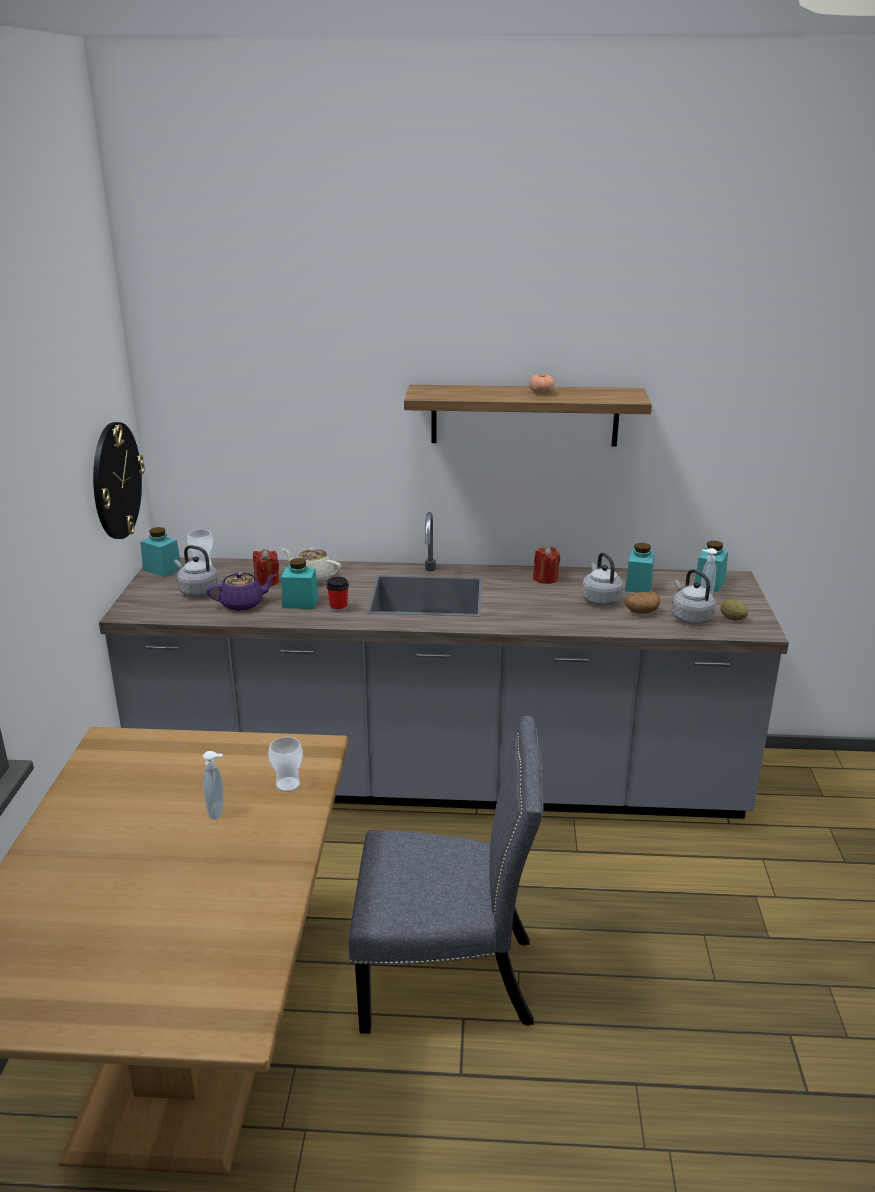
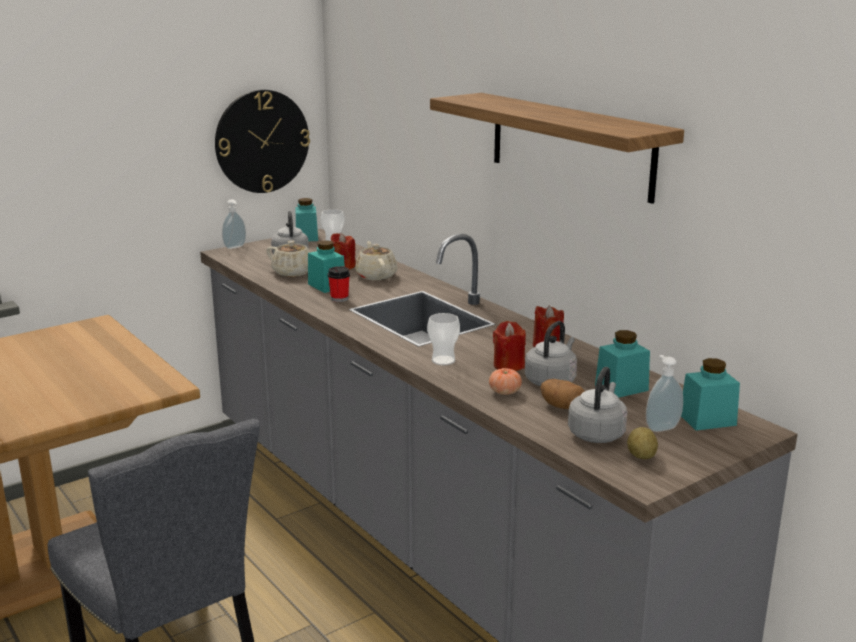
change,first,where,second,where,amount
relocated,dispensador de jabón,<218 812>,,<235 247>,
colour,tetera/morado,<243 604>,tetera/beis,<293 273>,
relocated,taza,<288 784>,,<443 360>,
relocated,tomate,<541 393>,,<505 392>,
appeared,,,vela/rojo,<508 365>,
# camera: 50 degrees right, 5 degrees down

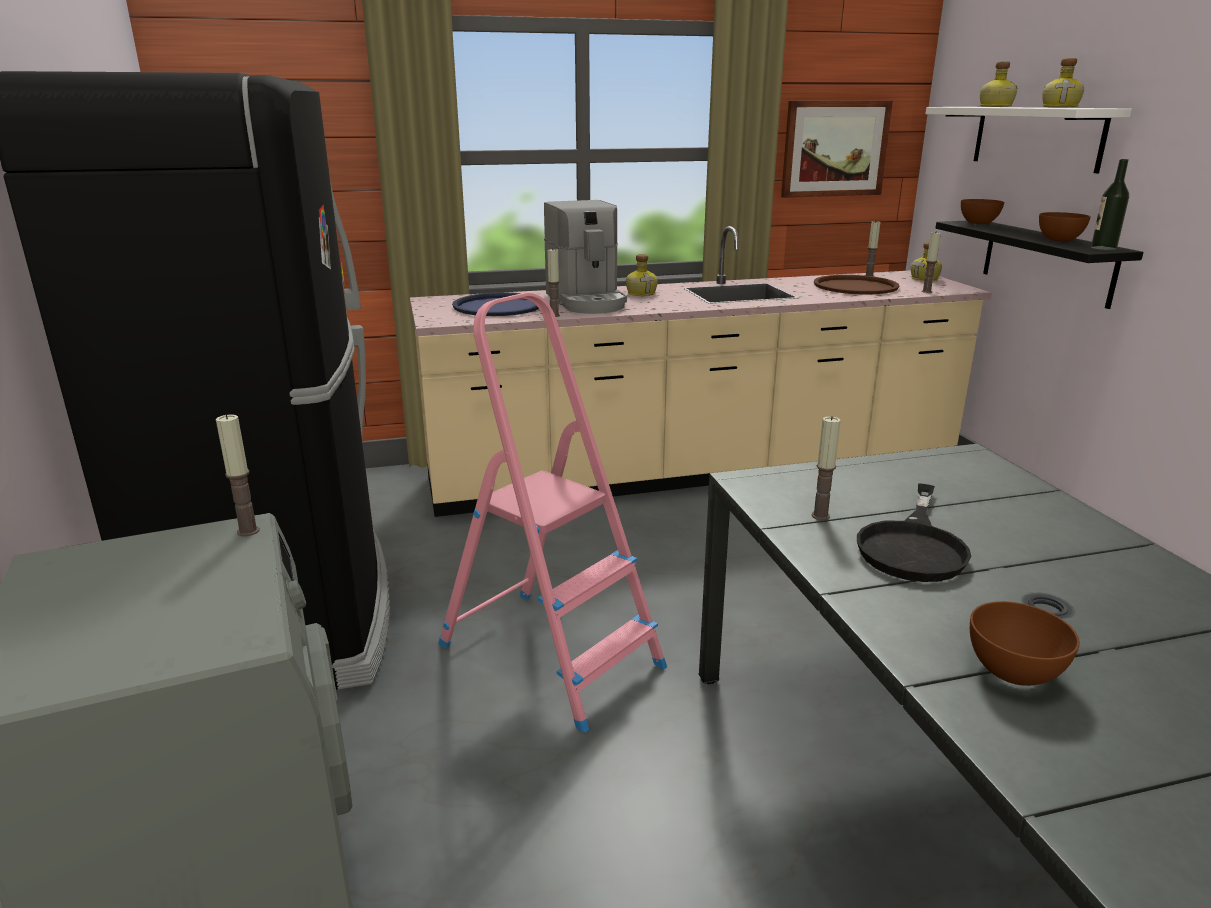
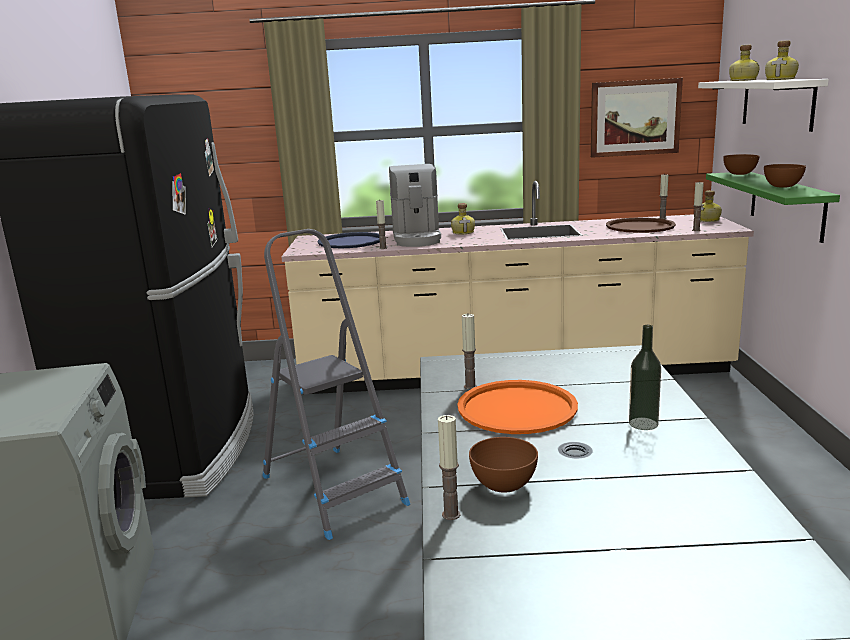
change,first,where,second,where,amount
colour,escalera de tijera/rosa,<552 656>,escalera de tijera/gris,<334 490>,
relocated,vela,<248 531>,,<451 514>,
exchanged,sartén/negro,<913 546>,bandeja/naranja,<517 408>,
relocated,botella,<1103 248>,,<643 424>,
colour,estante/negro,<1047 262>,estante/verde,<786 204>,
# camera: 15 degrees right, 5 degrees down

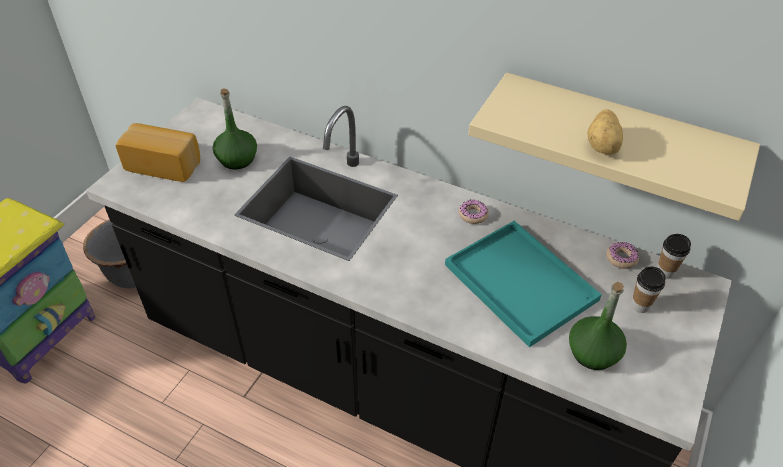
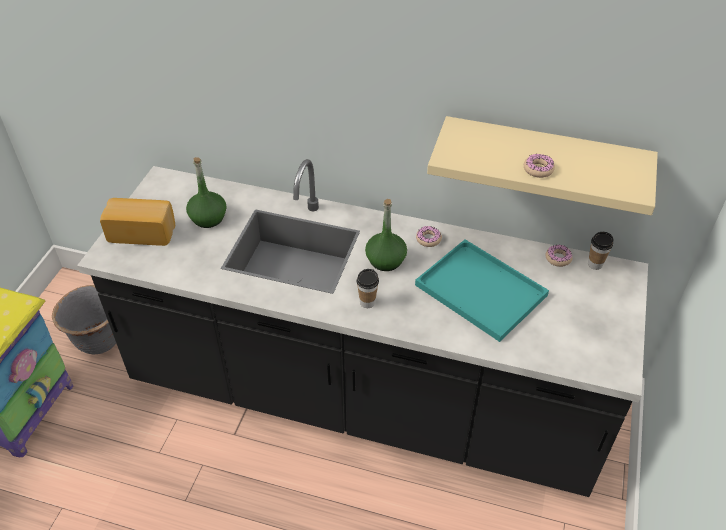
change,first,where,second,where,amount
relocated,taza,<640 305>,,<367 302>,
relocated,botella/verde,<593 353>,,<385 260>,
exchanged,patata,<603 146>,rosquilla,<538 169>,
# camera: 10 degrees left, 0 degrees up

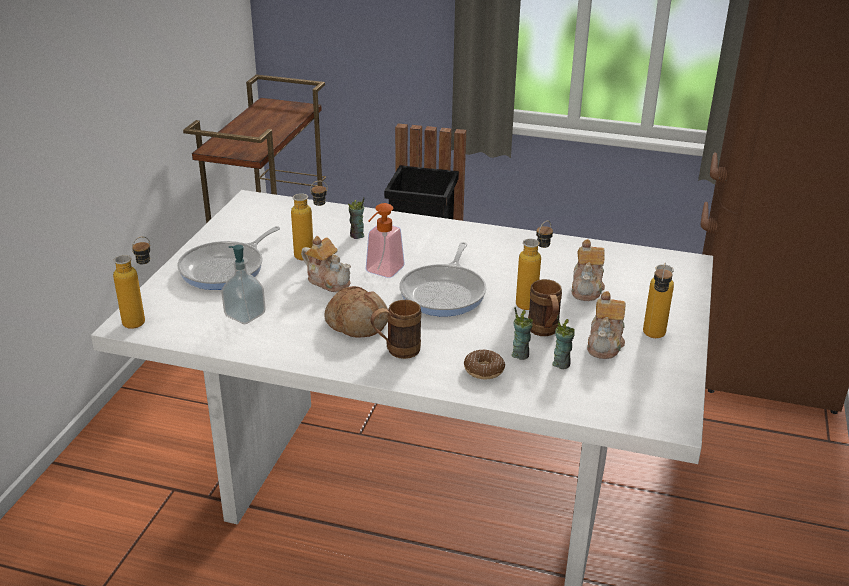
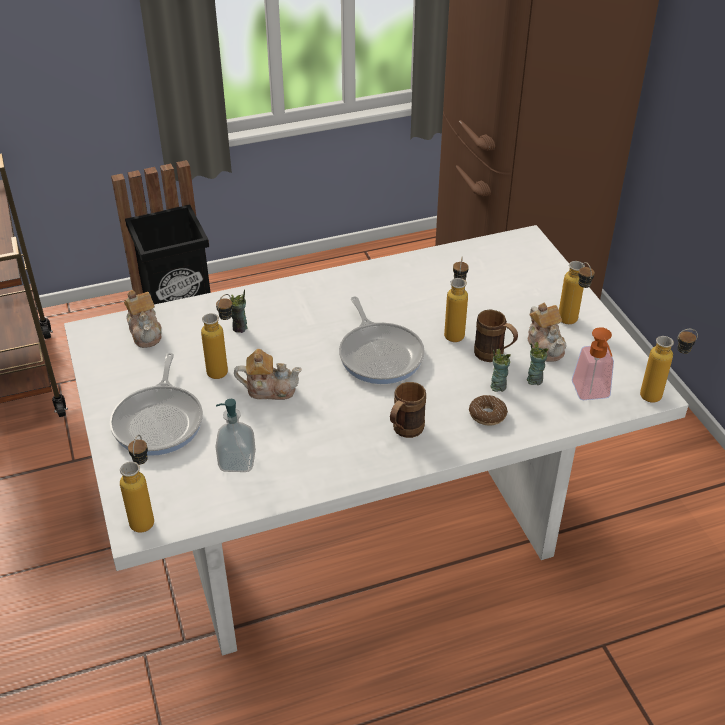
change,first,where,second,where,amount
relocated,tetera,<587 288>,,<145 332>,
relocated,dispensador de jabón,<381 272>,,<592 394>,
appeared,,,botella,<660 396>,
missing,pan,<357 323>,,,
# camera: 35 degrees left, 10 degrees up

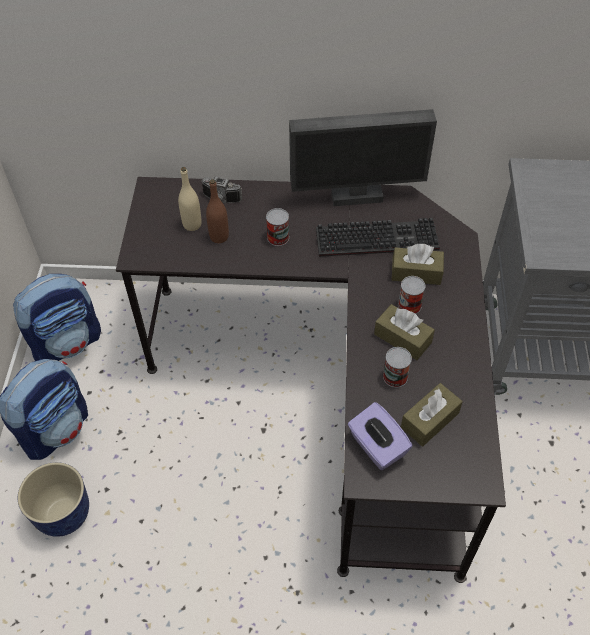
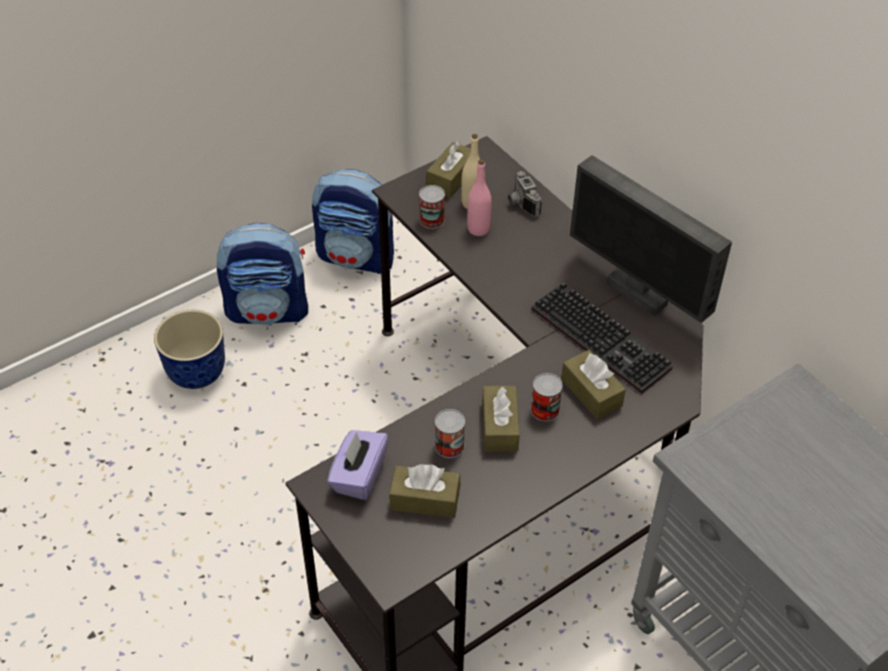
change,first,where,second,where,amount
relocated,lata,<278 237>,,<432 219>,
appeared,,,caja de pañuelos/marrón,<451 178>,
colour,botella/marrón,<219 237>,botella/rosa,<478 229>,
# camera: 50 degrees right, 5 degrees down

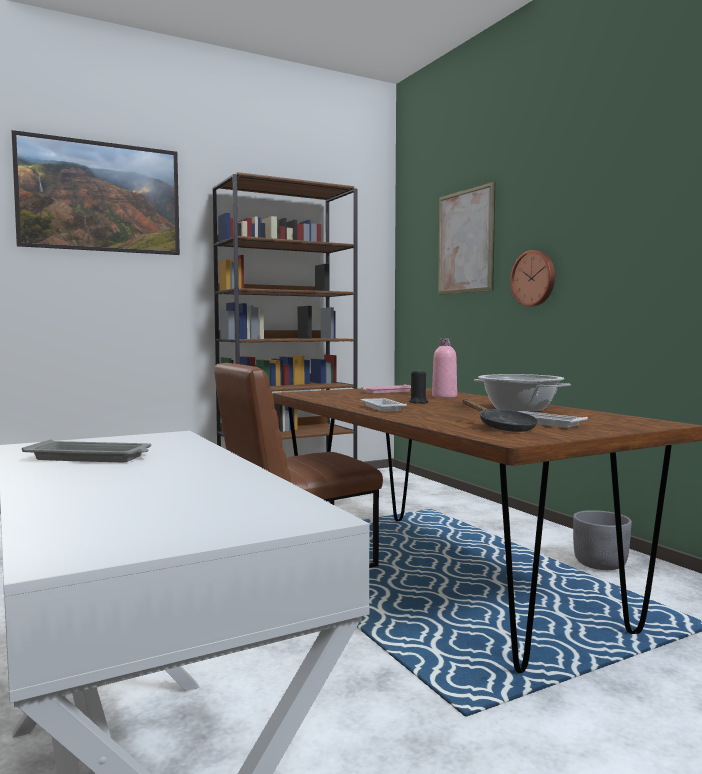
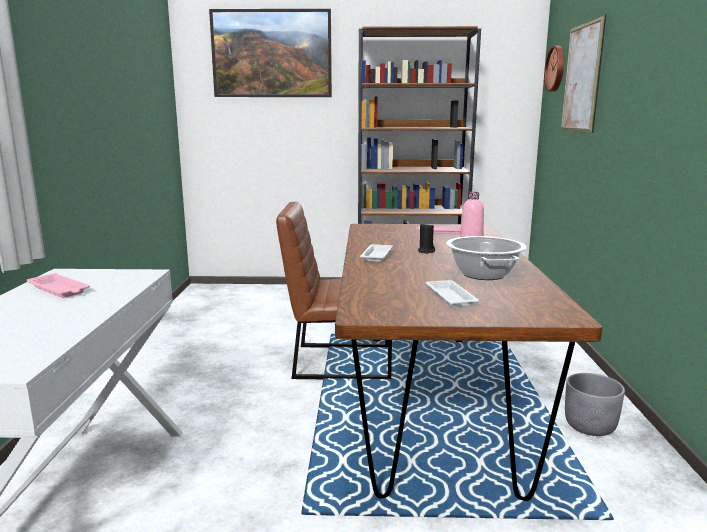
change,first,where,second,where,amount
colour,bandeja/gris,<91 458>,bandeja/rosa,<59 290>,
relocated,reloj de pared,<534 278>,,<556 68>,
missing,sartén/negro,<502 427>,,,
# camera: 30 degrees right, 10 degrees up

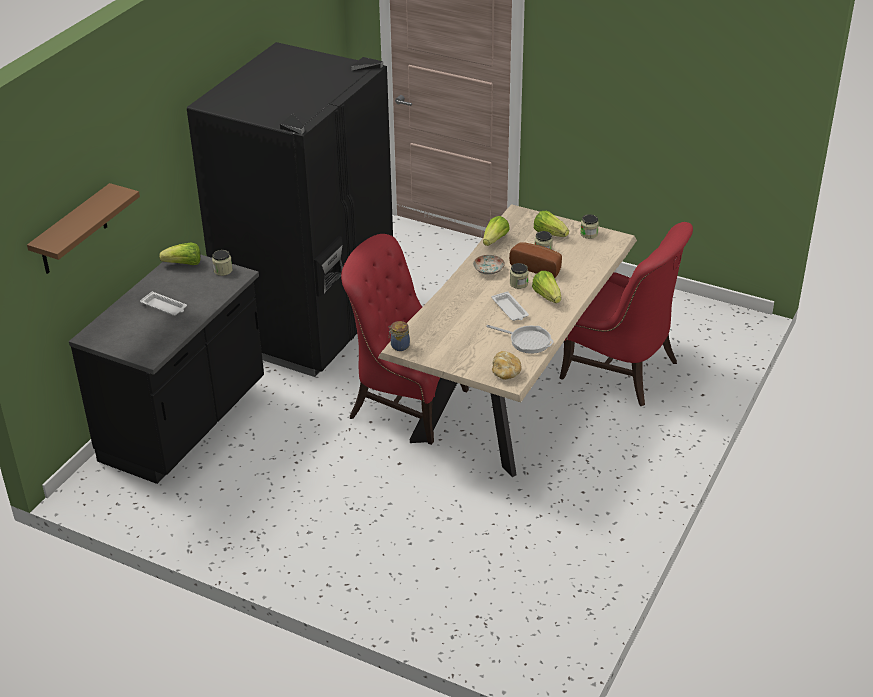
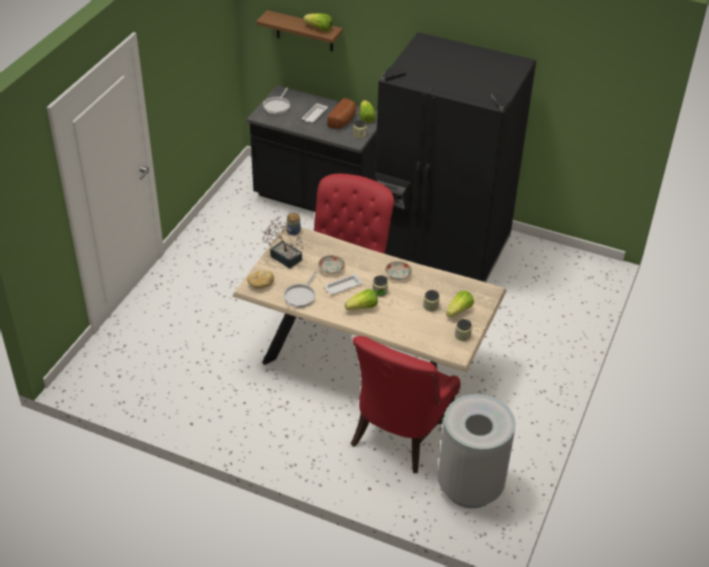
change,first,where,second,where,amount
appeared,,,planta en maceta,<283 256>,
appeared,,,sartén,<277 106>,
relocated,lechuga,<495 240>,,<319 29>,
appeared,,,plato,<331 268>,
relocated,pan,<537 267>,,<343 121>,
appeared,,,papelera/gris,<470 486>,
# camera: 85 degrees right, 5 degrees up

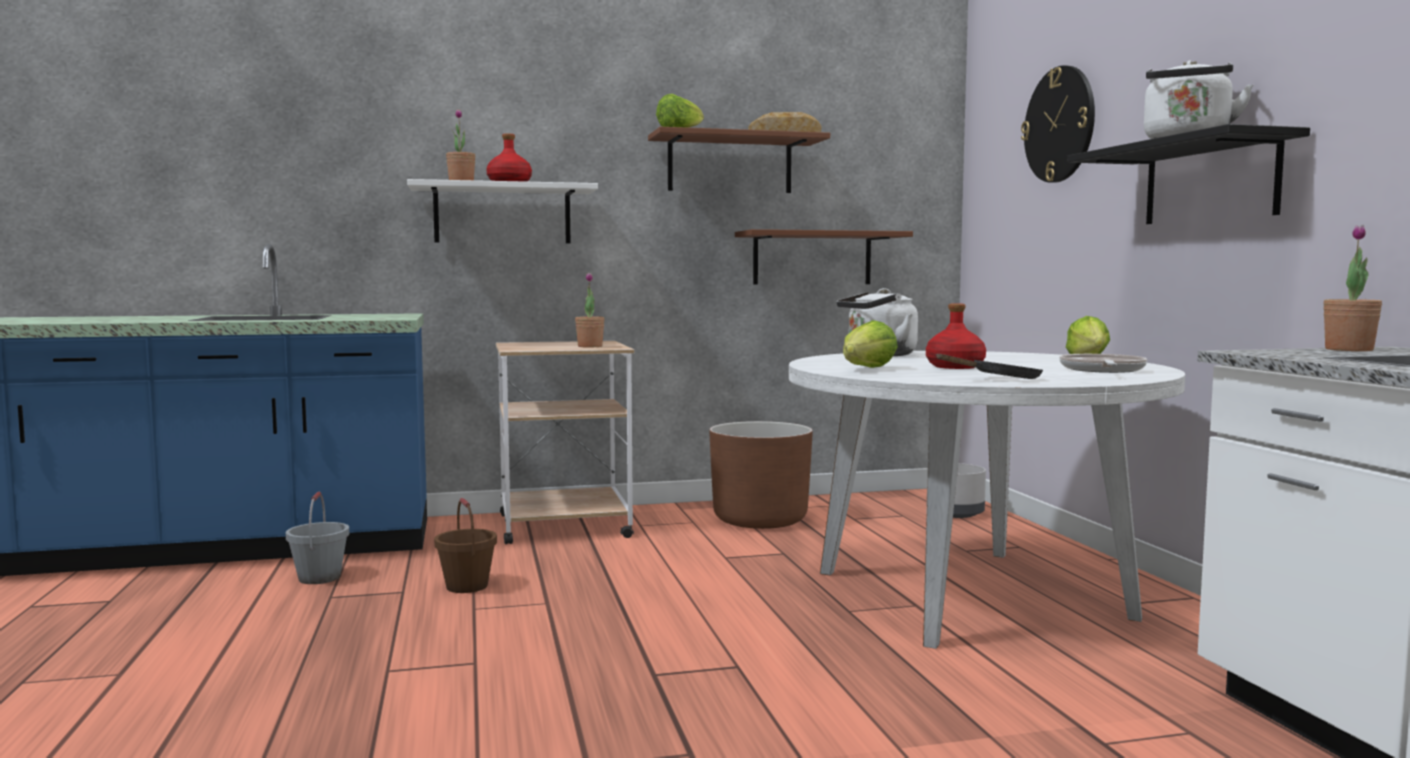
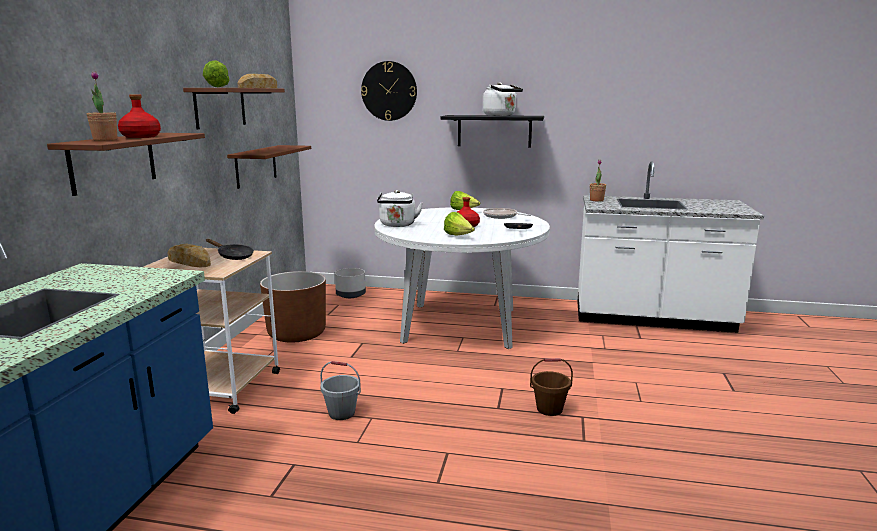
change,first,where,second,where,amount
colour,estante/blanco,<502 214>,estante/marrón,<113 162>,
appeared,,,pan,<189 261>,
exchanged,planta en maceta,<590 346>,sartén/negro,<233 256>,
relocated,cubo/gris,<320 578>,,<342 413>,
relocated,cubo/marrón,<467 586>,,<549 409>,
# camera: 65 degrees left, 10 degrees up

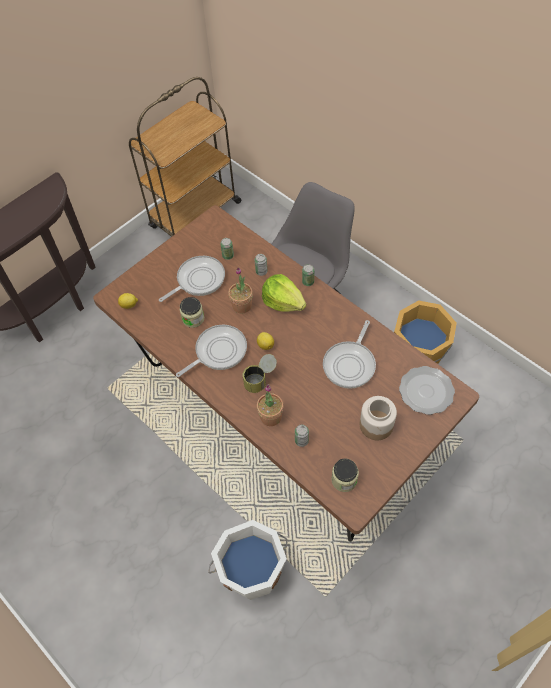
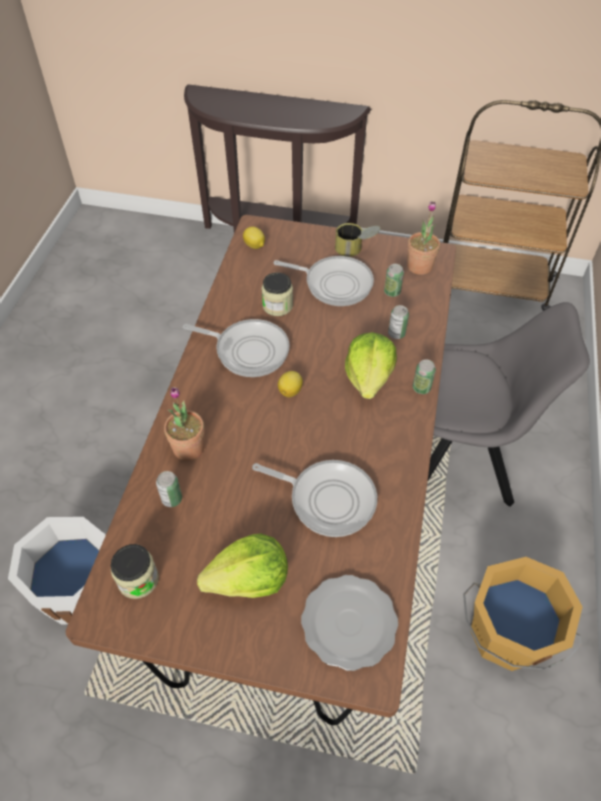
change,first,where,second,where,amount
exchanged,tarro,<376 425>,lechuga,<249 580>,
spun,sartén,<350 364>,,<327 499>,150 degrees counterclockwise
relocated,lata,<260 379>,,<355 250>,
relocated,planta en maceta,<242 305>,,<419 266>,
# camera: 55 degrees right, 5 degrees down

